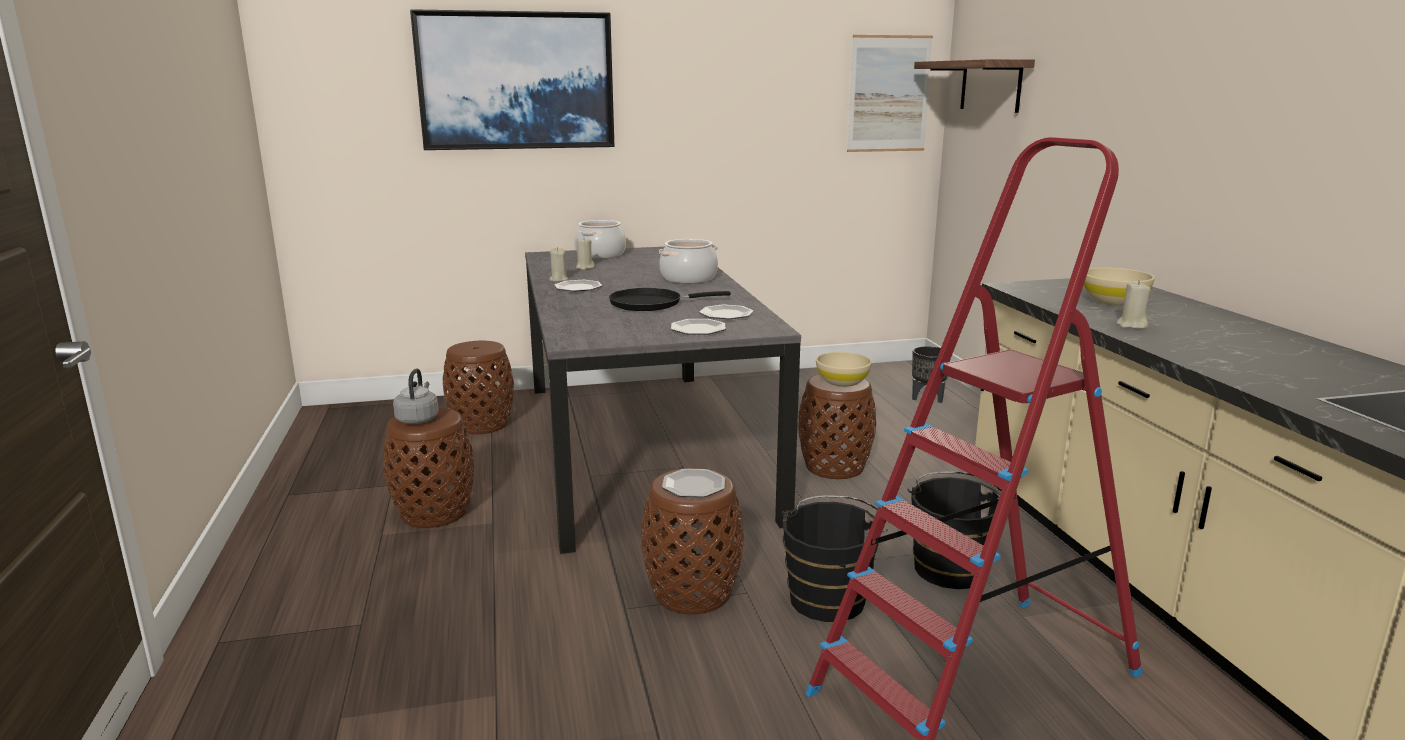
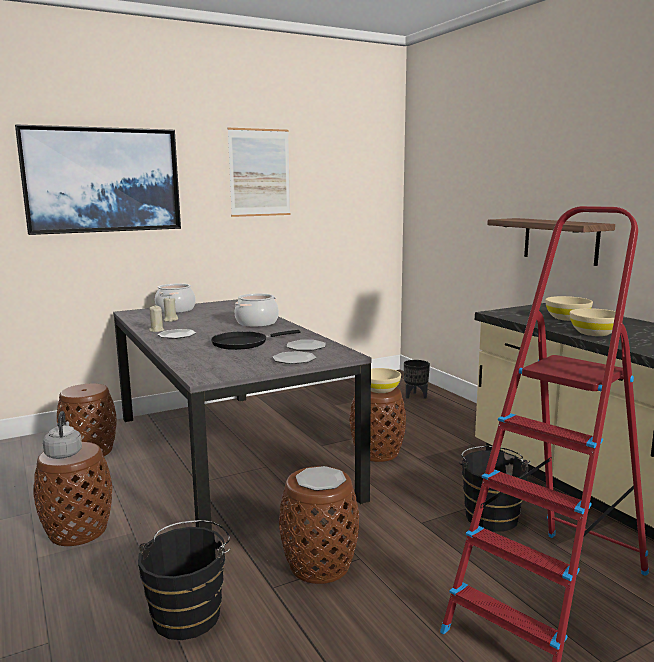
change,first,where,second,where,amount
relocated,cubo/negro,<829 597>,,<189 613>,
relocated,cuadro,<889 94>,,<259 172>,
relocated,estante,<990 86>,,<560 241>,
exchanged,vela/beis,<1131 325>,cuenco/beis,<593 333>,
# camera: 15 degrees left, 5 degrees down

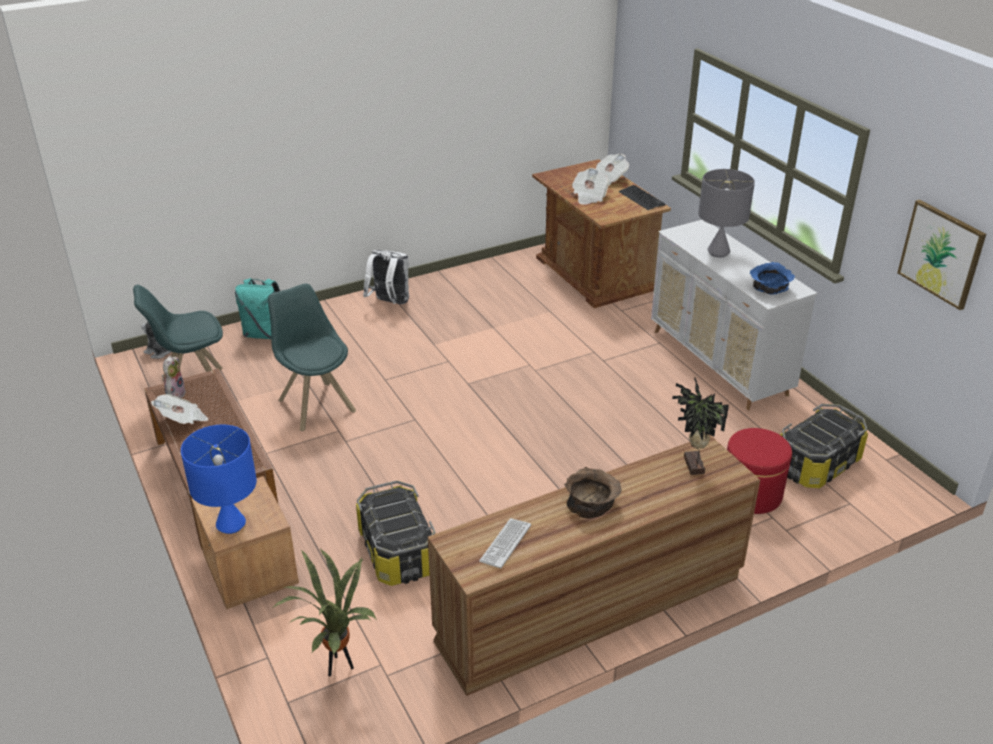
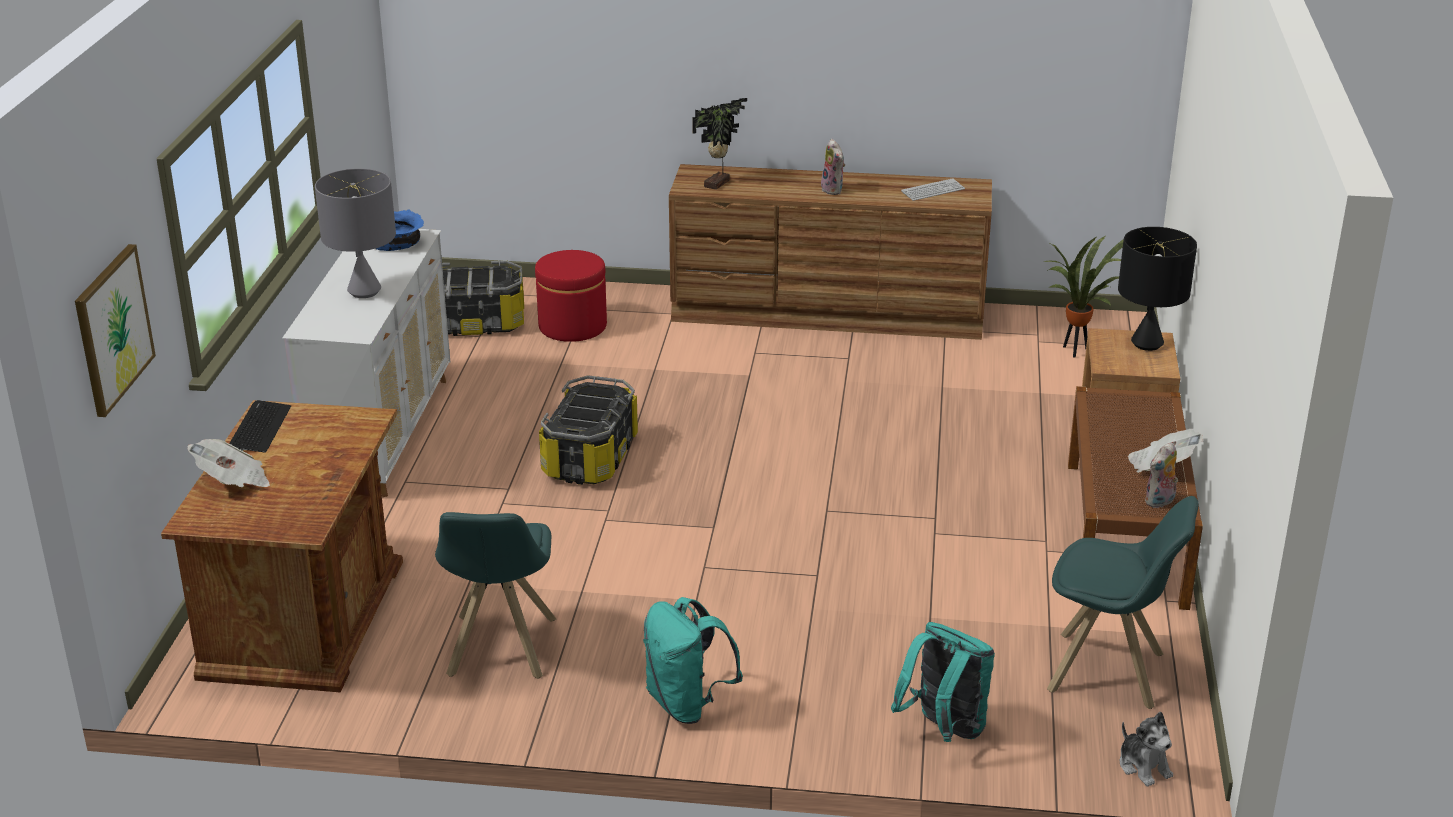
change,first,where,second,where,amount
relocated,cuadro,<941 253>,,<113 329>,
relocated,silla/turquesa,<316 405>,,<500 647>,
relocated,caja de almacenaje,<398 552>,,<589 457>,
colour,mochila/blanco,<389 303>,mochila/turquesa,<687 704>,
exchanged,cuenco/marrón,<592 502>,peluche,<834 190>,
colour,lámpara de mesa/azul,<231 526>,lámpara de mesa/negro,<1147 344>,
missing,periódico,<589 196>,,,
# camera: 145 degrees left, 5 degrees down

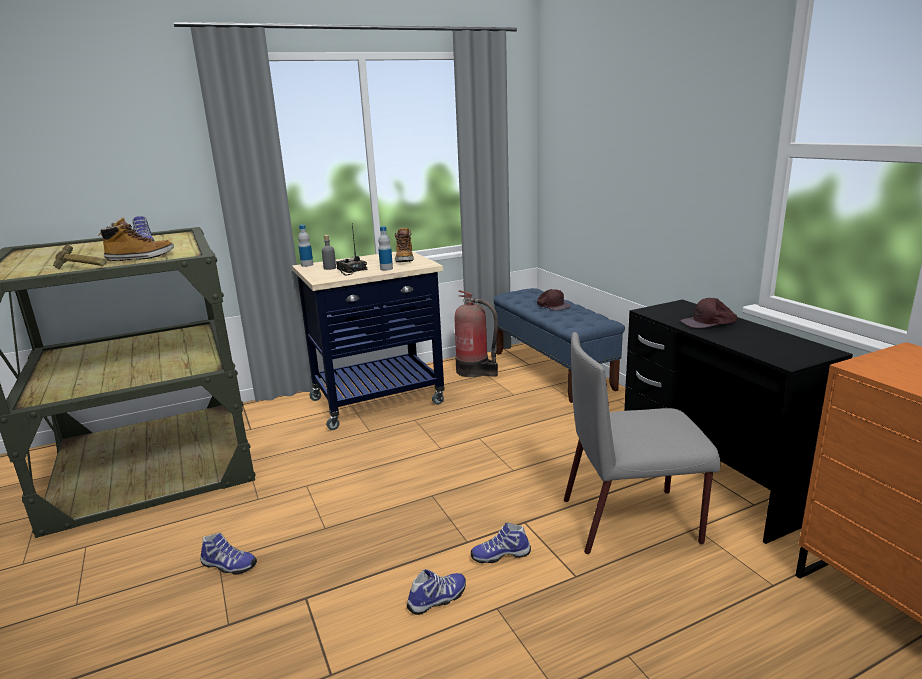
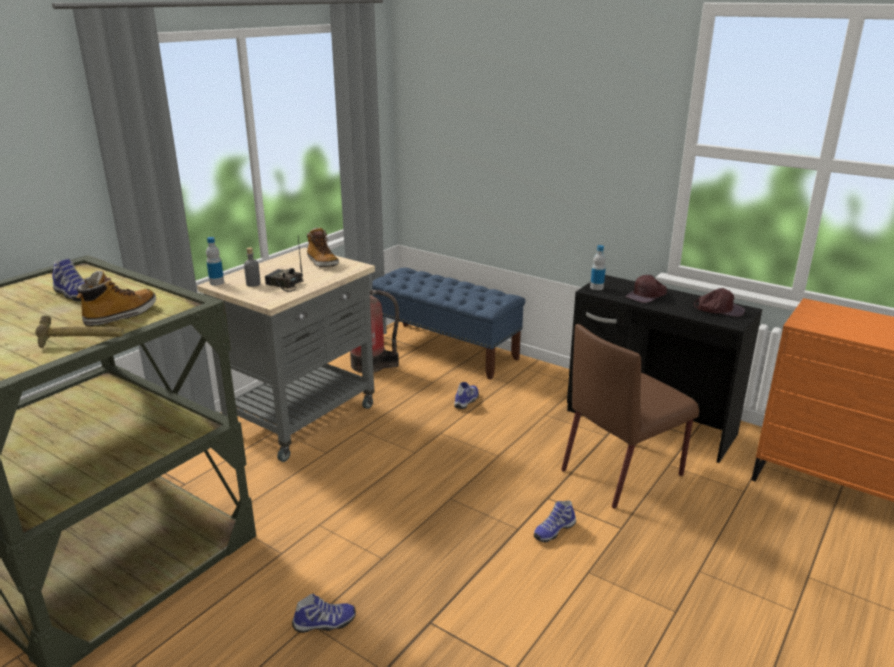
change,first,where,second,where,amount
colour,carrito/azul,<378 401>,carrito/gris,<301 418>,
relocated,zapato,<438 599>,,<467 401>,
colour,silla/gris,<632 520>,silla/marrón,<623 472>,
relocated,botella,<386 269>,,<596 287>,
relocated,gorra/marrón,<553 305>,,<719 309>,
# camera: 30 degrees left, 5 degrees up

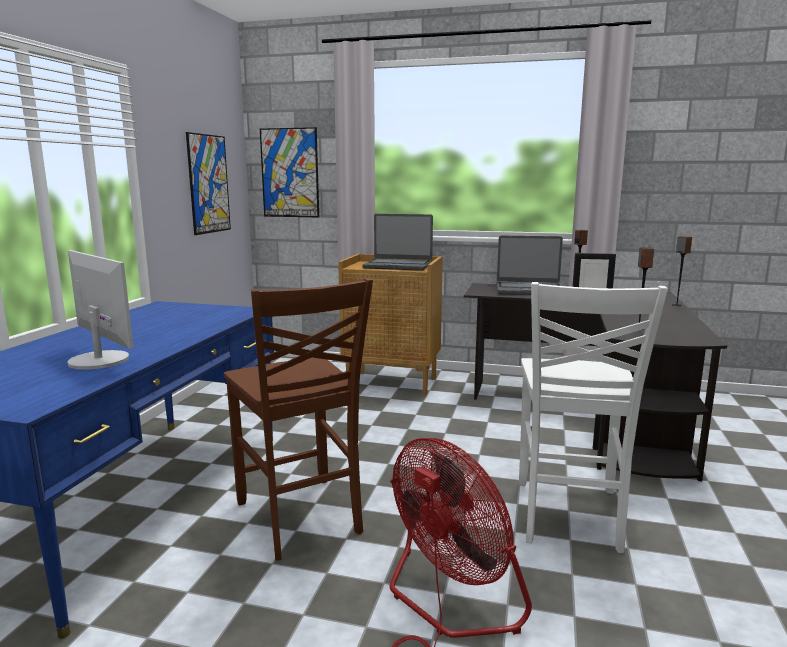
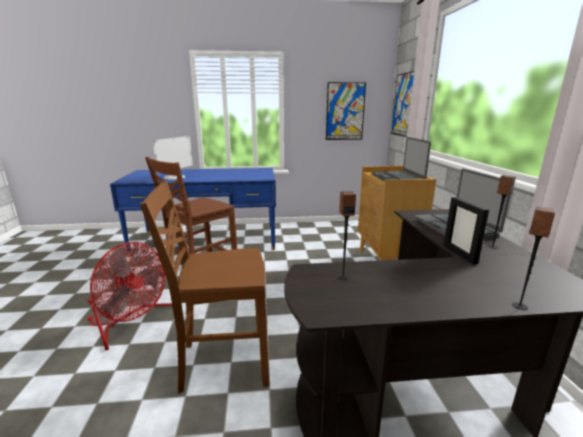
change,first,where,second,where,amount
colour,silla/blanco,<568 516>,silla/marrón,<222 362>,
# camera: 70 degrees right, 5 degrees up

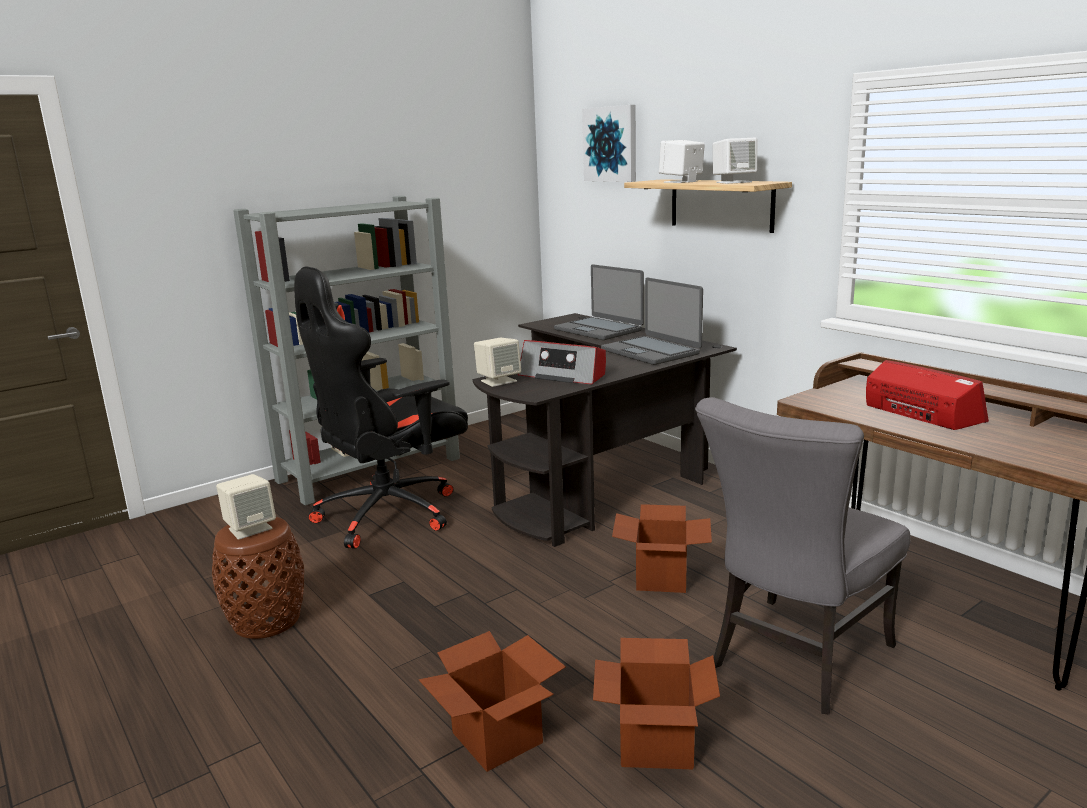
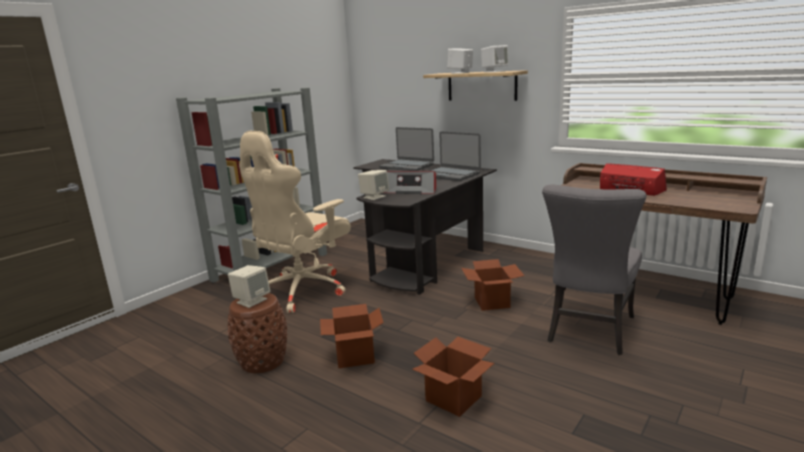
change,first,where,second,where,amount
colour,silla de oficina/negro,<397 512>,silla de oficina/beis,<307 288>,
relocated,caja de cartón,<656 743>,,<355 356>,
missing,cuadro,<611 144>,,,
# camera: 15 degrees left, 0 degrees up

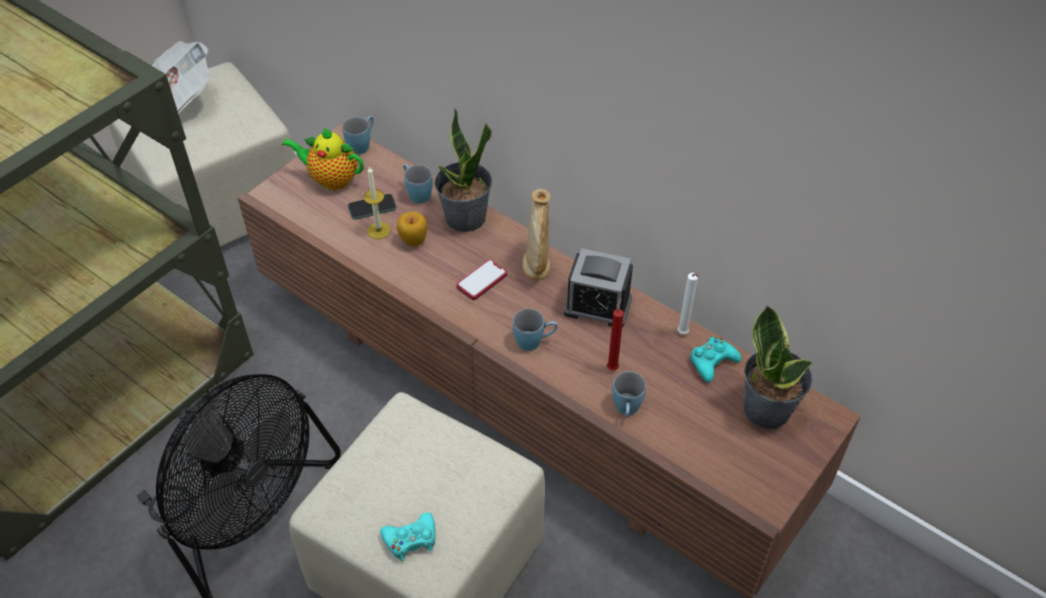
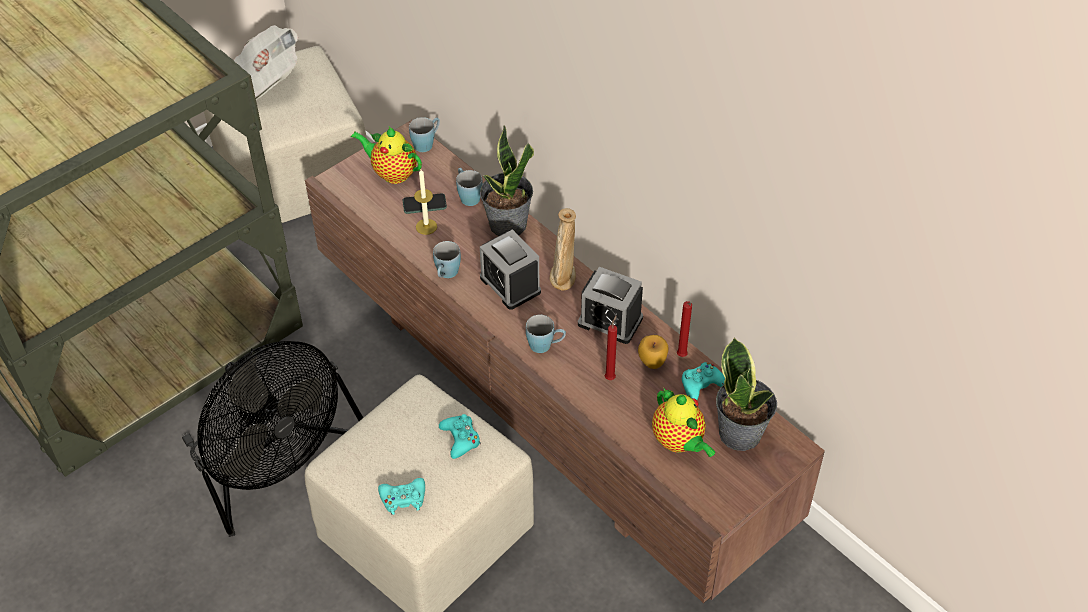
change,first,where,second,where,amount
relocated,taza grande/azul,<626 410>,,<446 274>,
appeared,,,mando de consola/turquesa,<460 439>,
exchanged,móvil,<482 281>,despertador,<510 284>,
relocated,manzana,<413 241>,,<652 363>,
appeared,,,tetera,<679 442>,
colour,vela/blanco,<683 334>,vela/rojo,<682 357>,
# camera: 10 degrees right, 0 degrees up

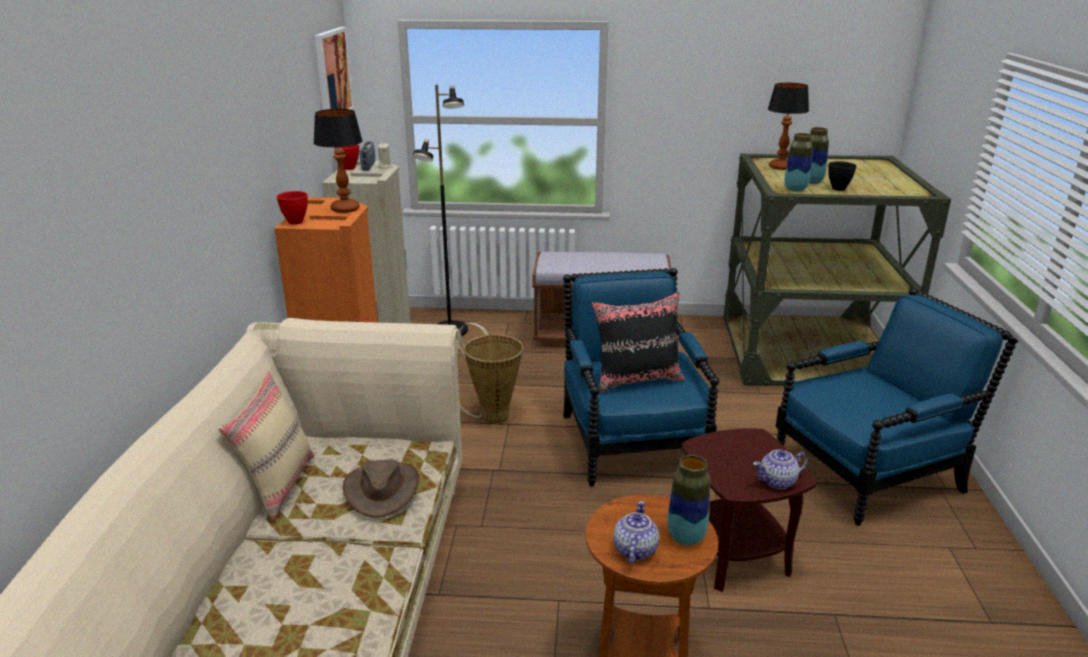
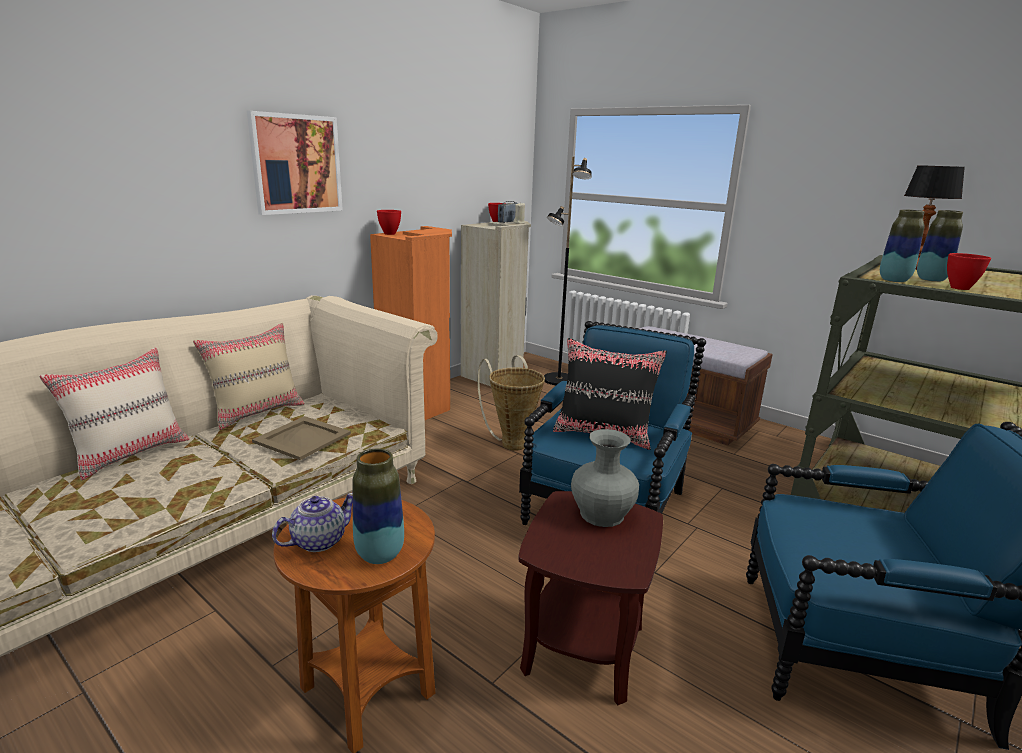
change,first,where,second,where,amount
appeared,,,cojín/beis,<130 454>,
relocated,cuadro,<332 74>,,<296 164>,
exchanged,sombrero/marrón,<381 489>,bandeja/beis,<302 437>,
appeared,,,florero/gris,<603 514>,
colour,cuenco/negro,<838 189>,cuenco/rojo,<958 288>,
missing,lámpara de mesa,<346 209>,,,
missing,tetera,<778 481>,,,
# camera: 35 degrees right, 5 degrees down

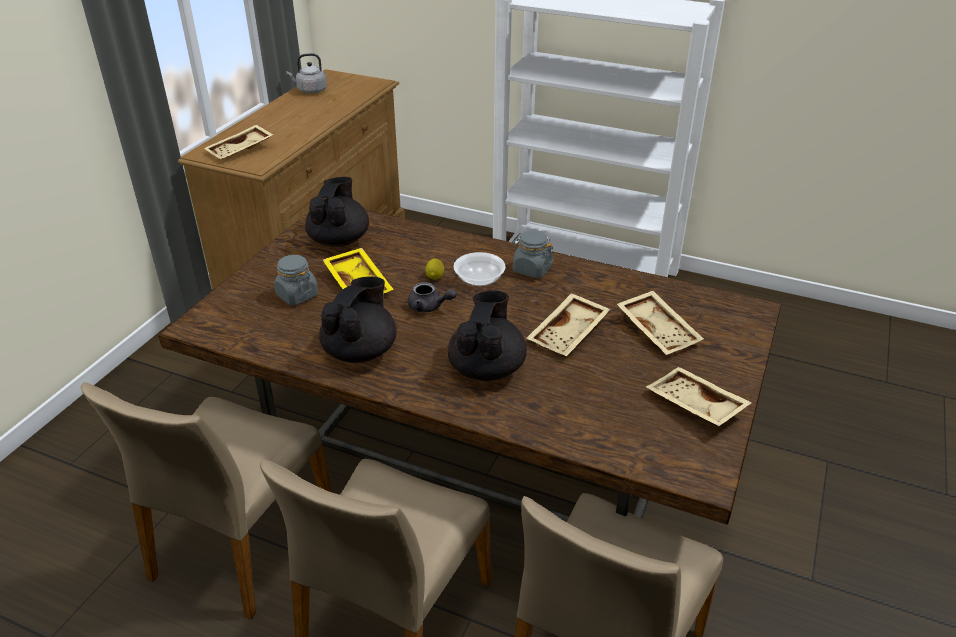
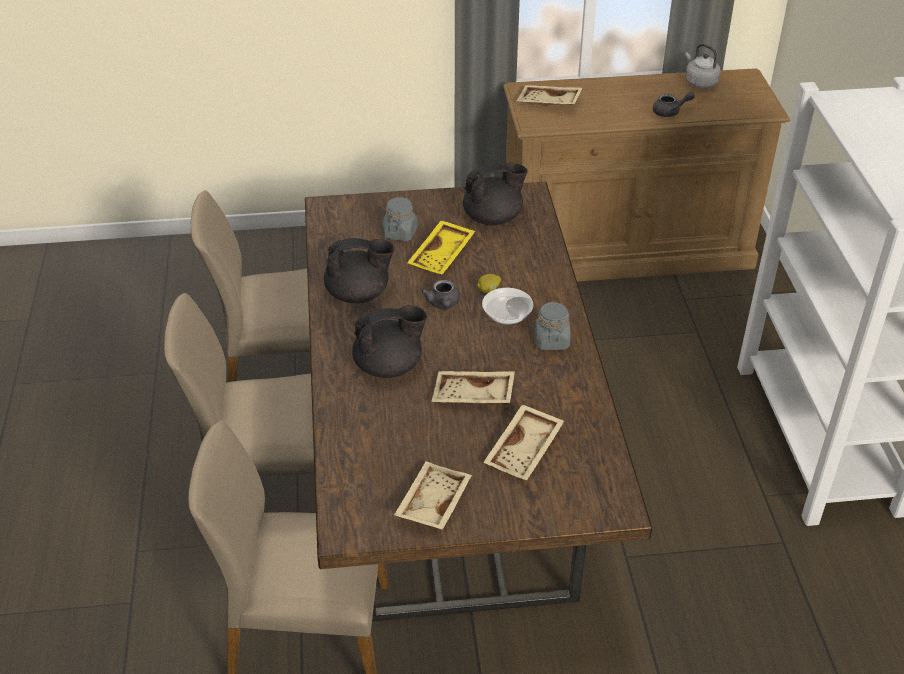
change,first,where,second,where,amount
appeared,,,tetera/gris,<670 112>,
# camera: 60 degrees right, 5 degrees up

